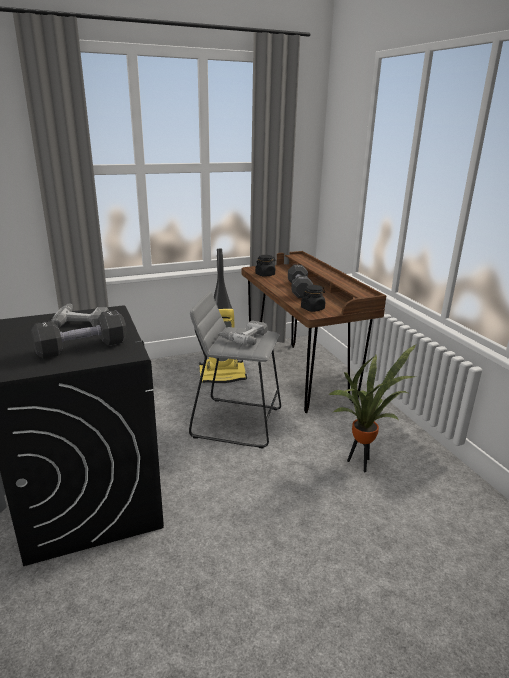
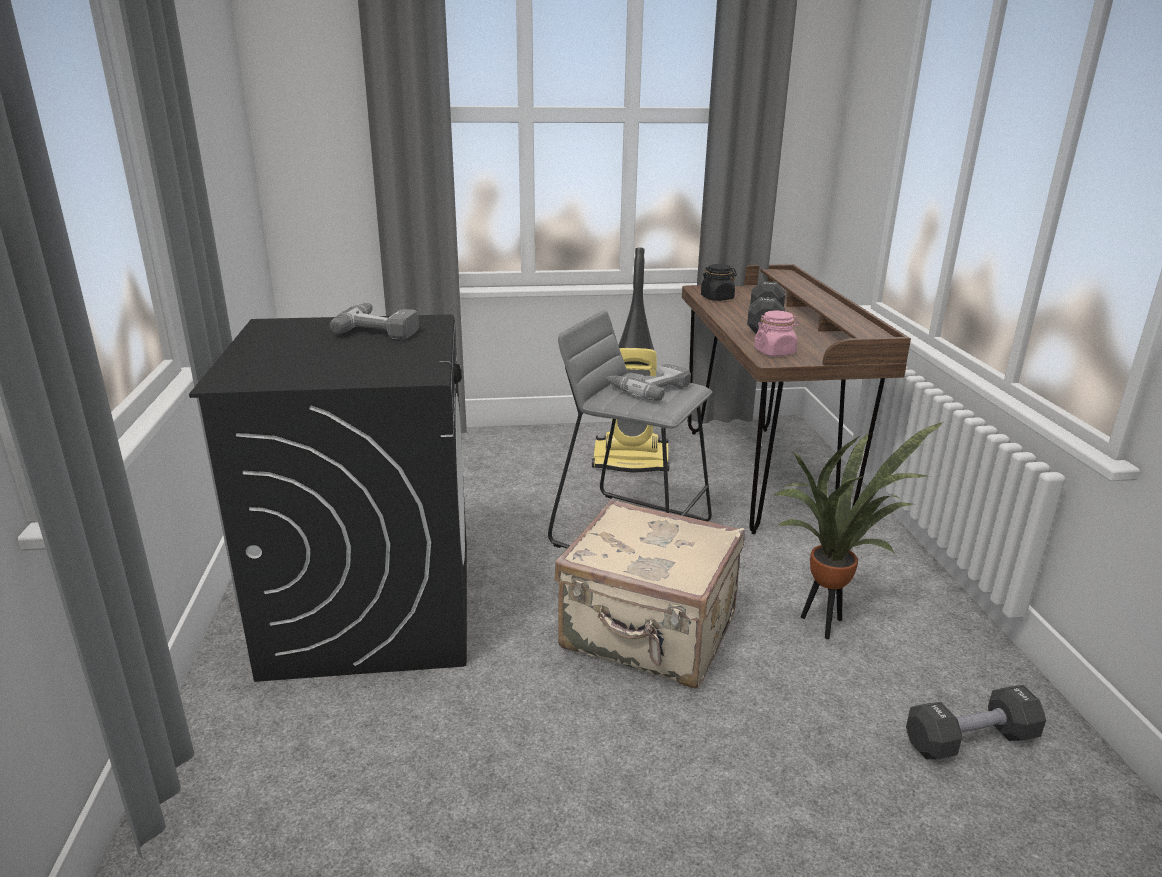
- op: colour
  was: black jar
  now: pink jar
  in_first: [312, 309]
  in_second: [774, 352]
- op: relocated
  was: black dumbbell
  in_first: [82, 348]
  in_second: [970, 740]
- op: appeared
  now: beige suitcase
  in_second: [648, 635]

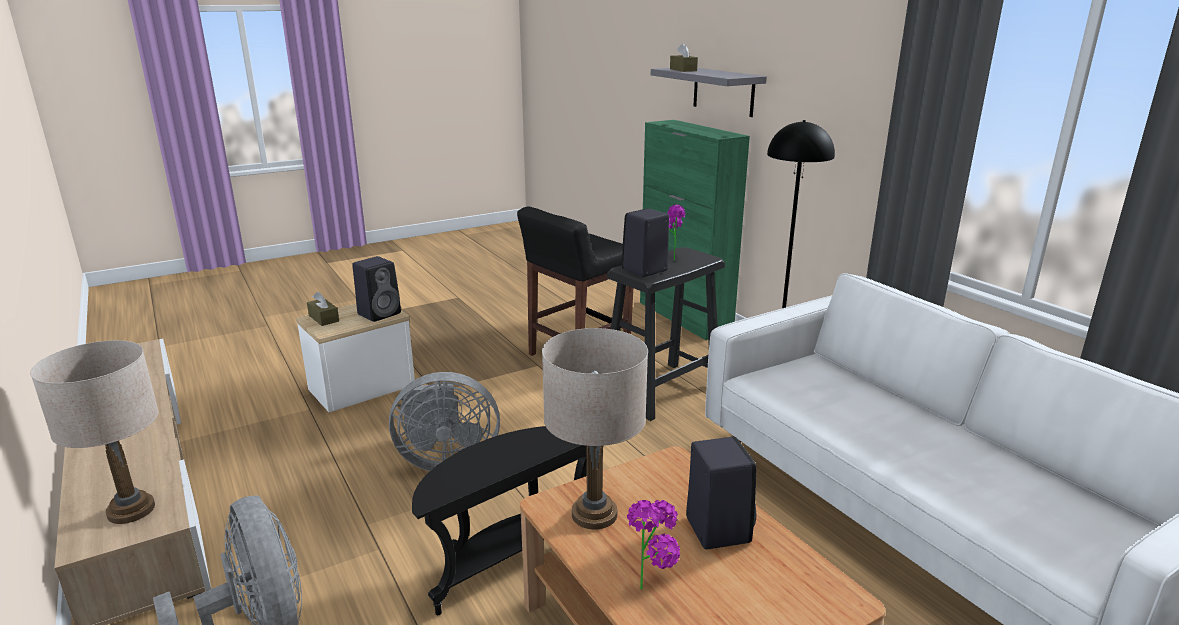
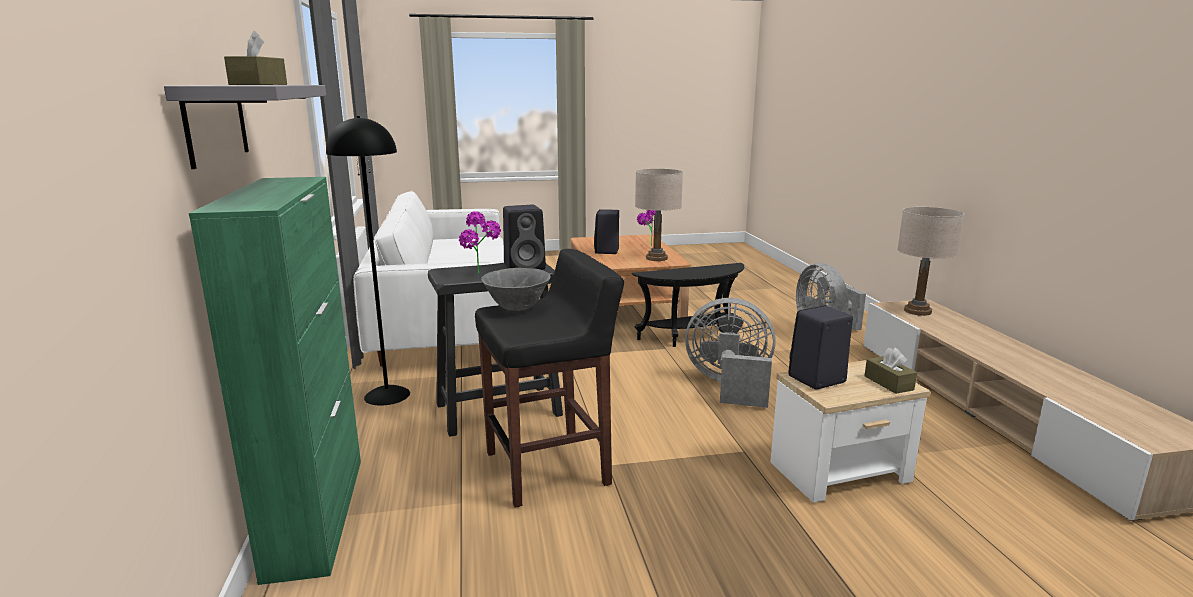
- op: appeared
  now: grey bowl
  in_second: [517, 308]

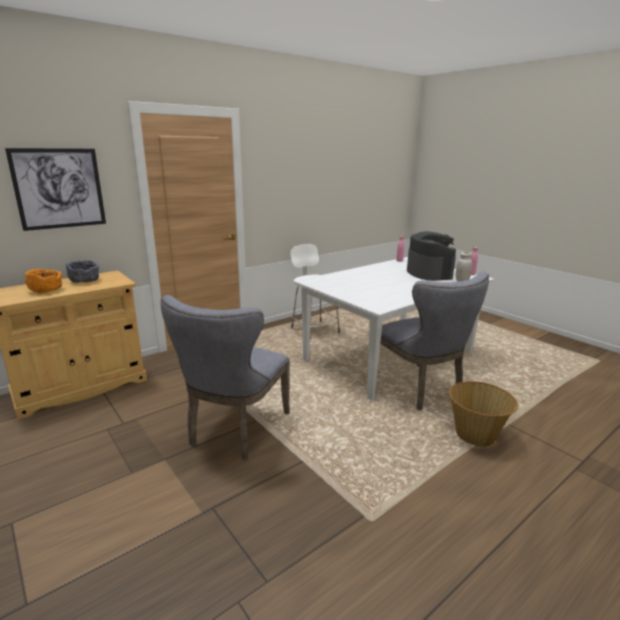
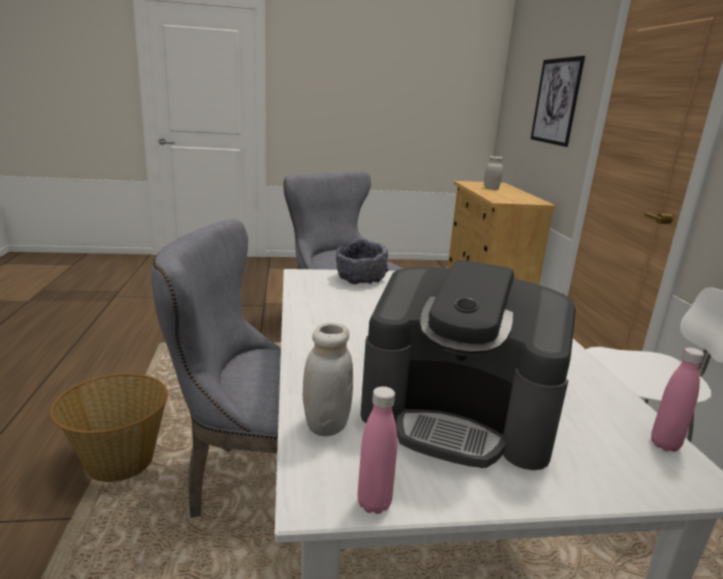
- op: relocated
  was: grey bowl
  in_first: [85, 280]
  in_second: [361, 279]
- op: exchanged
  was: orange bowl
  now: white jar
  in_first: [46, 290]
  in_second: [491, 189]

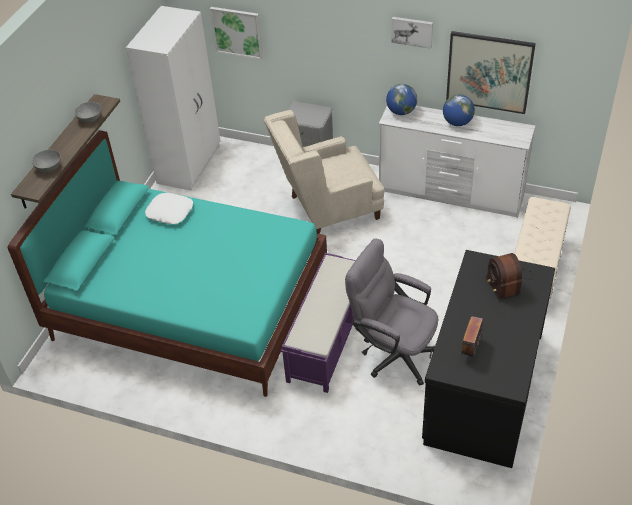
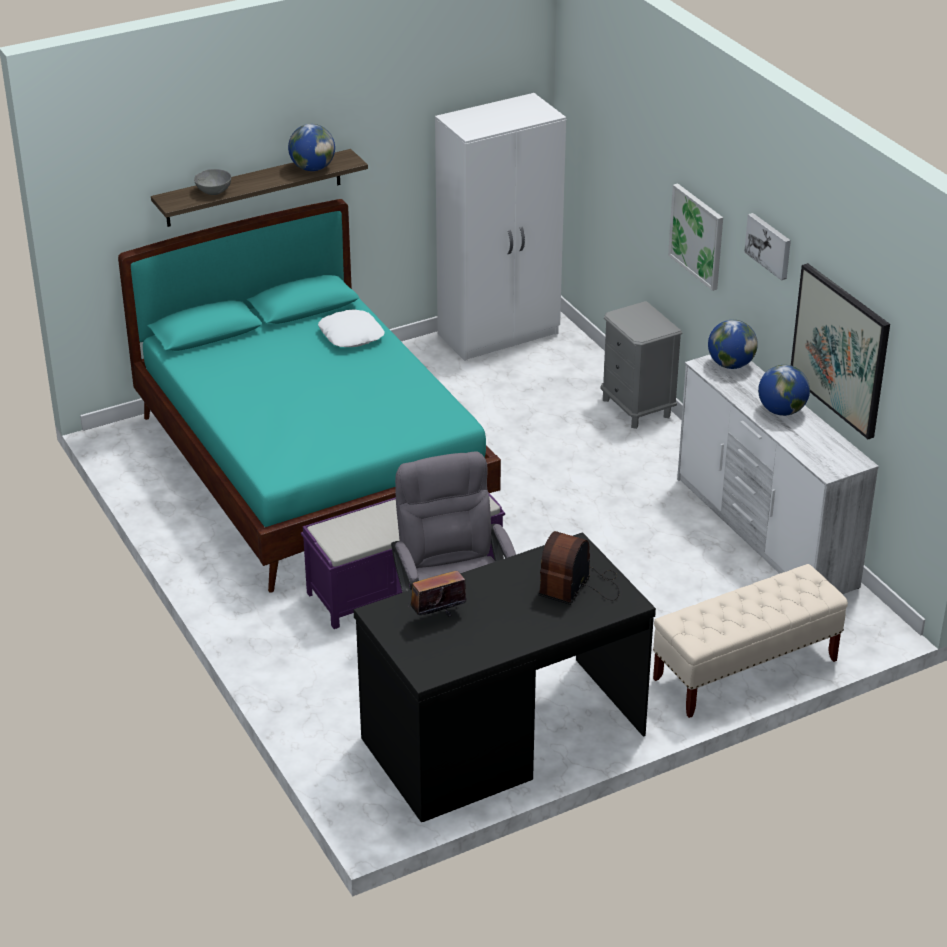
- op: relocated
  was: picture
  in_first: [237, 32]
  in_second: [697, 236]
- op: exchanged
  was: grey bowl
  now: globe
  in_first: [90, 119]
  in_second: [312, 168]
- op: missing
  was: beige armchair
  in_first: [327, 210]

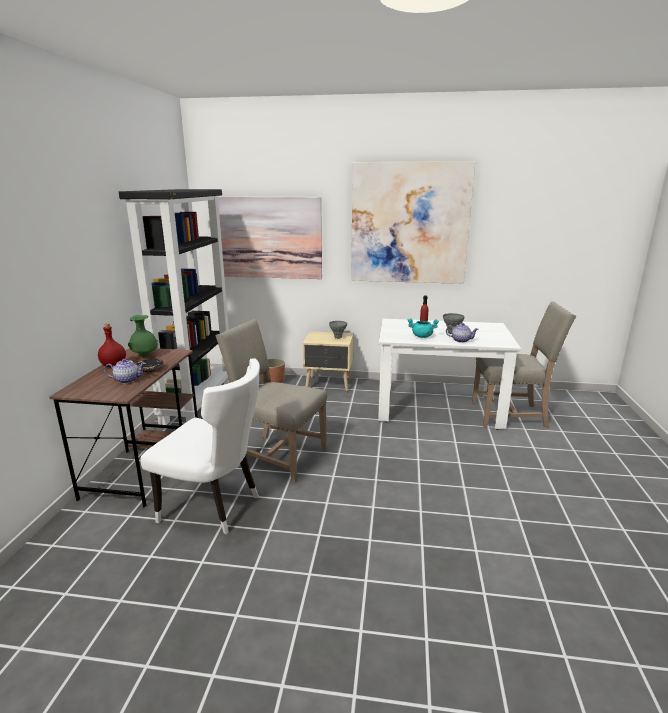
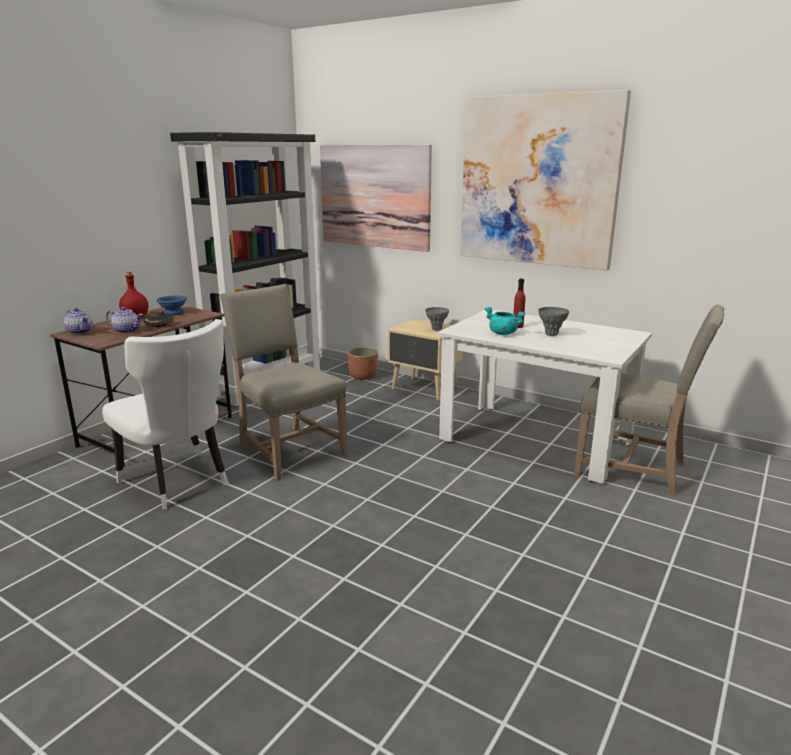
- op: exchanged
  was: green vase
  now: blue bowl
  in_first: [145, 356]
  in_second: [174, 313]
- op: relocated
  was: teapot
  in_first: [461, 340]
  in_second: [80, 332]

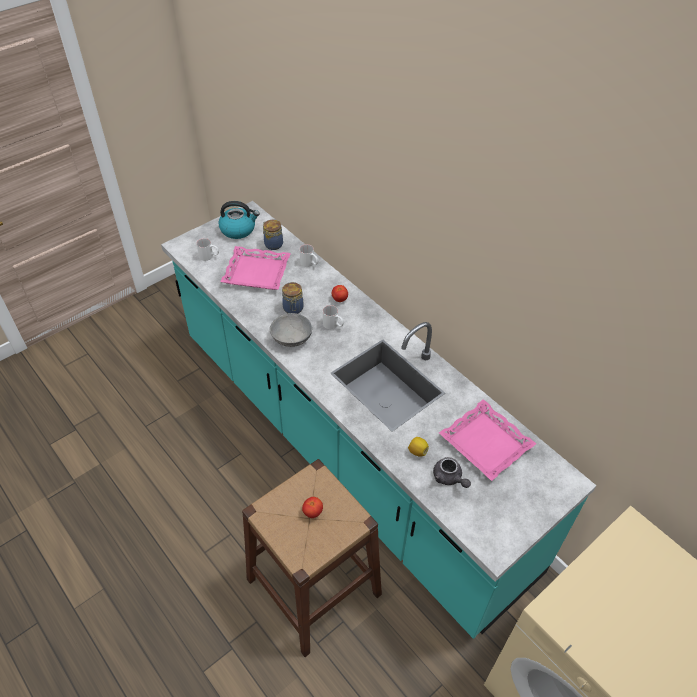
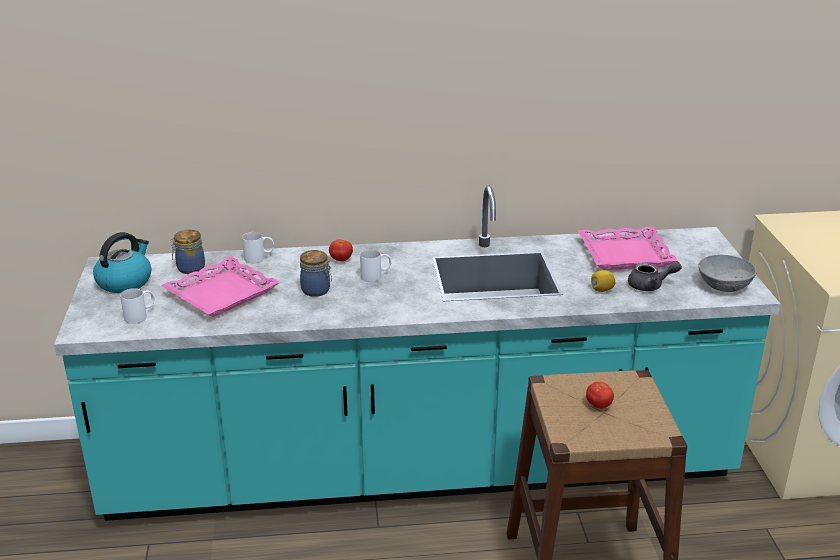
- op: relocated
  was: grey bowl
  in_first: [292, 338]
  in_second: [725, 285]

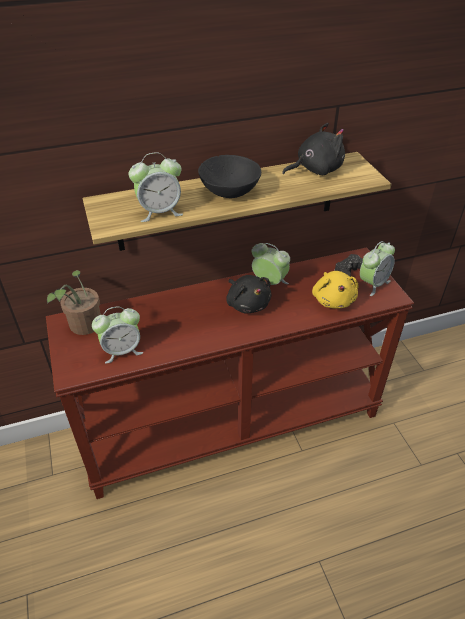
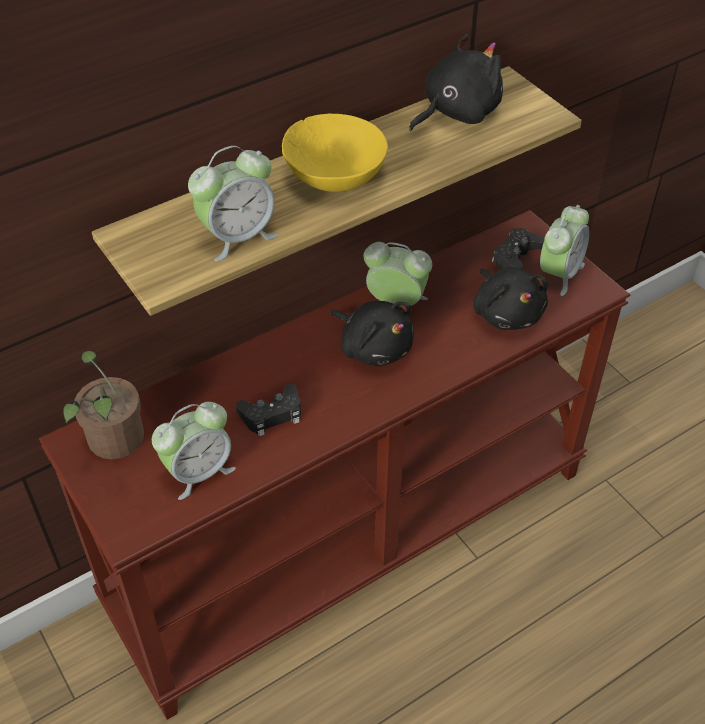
- op: colour
  was: black bowl
  now: yellow bowl
  in_first: [230, 190]
  in_second: [335, 175]
- op: colour
  was: yellow plush toy
  now: black plush toy
  in_first: [333, 299]
  in_second: [506, 313]
- op: appeared
  now: black game controller
  in_second: [272, 414]

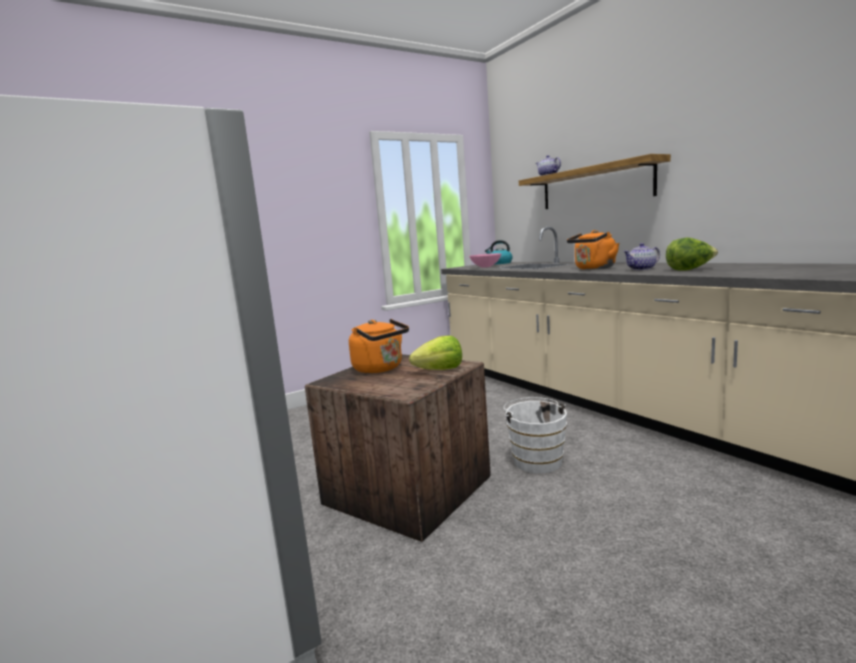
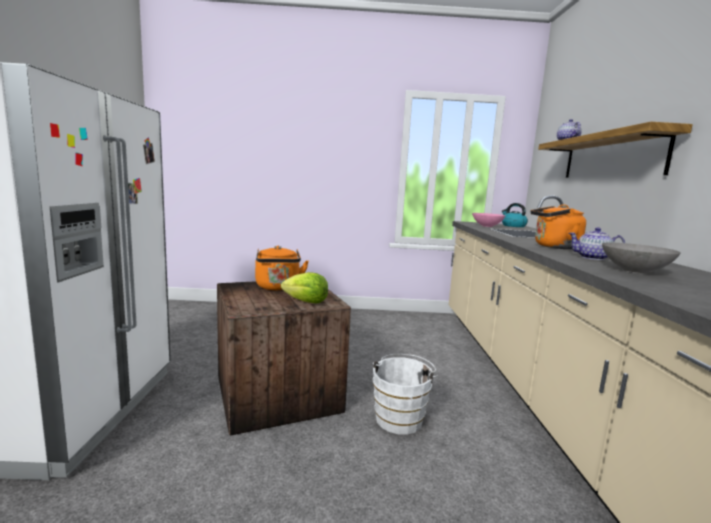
- op: exchanged
  was: lettuce
  now: grey bowl
  in_first: [689, 270]
  in_second: [634, 271]

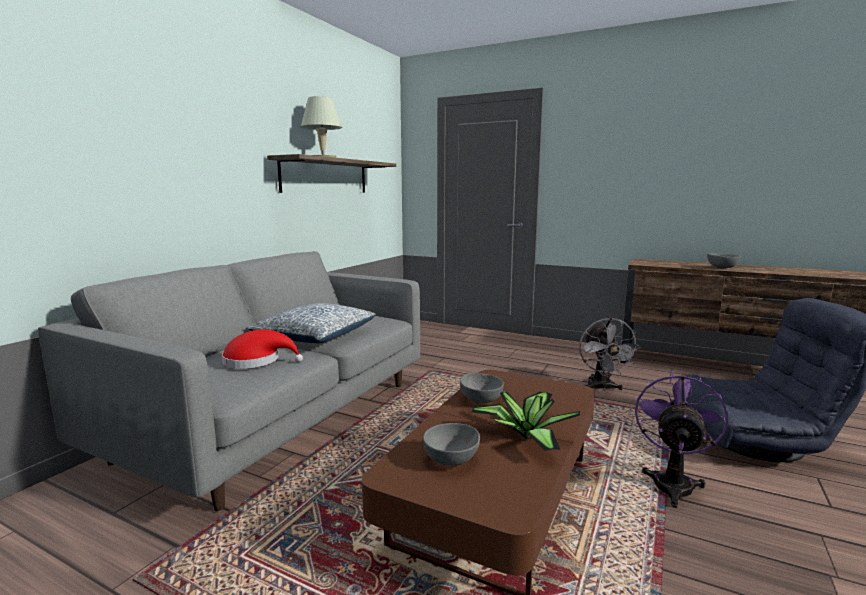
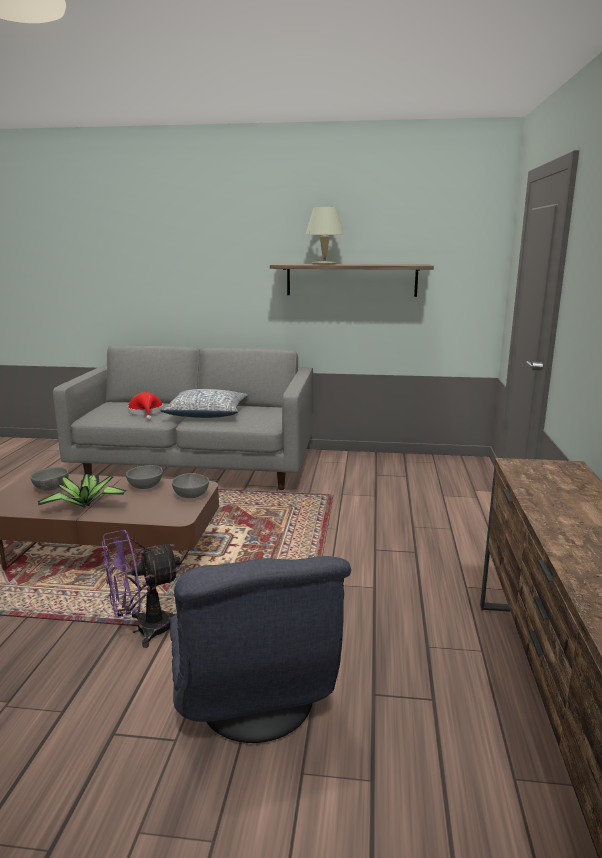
- op: relocated
  was: grey bowl
  in_first: [720, 268]
  in_second: [192, 495]
- op: missing
  was: grey fan
  in_first: [602, 388]
- op: spun
  was: purple fan
  in_first: [672, 482]
  in_second: [144, 630]
  clockwise: 150

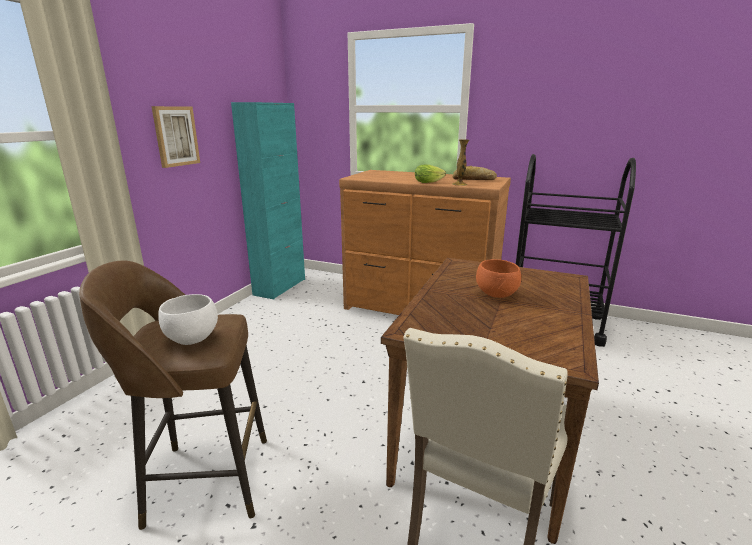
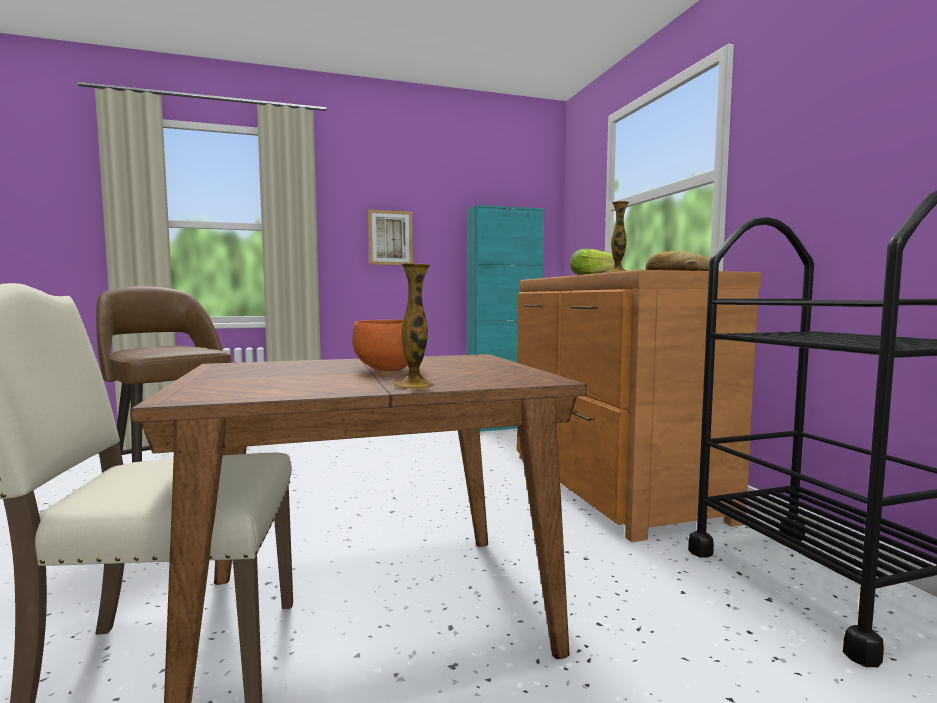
- op: missing
  was: white bowl
  in_first: [191, 339]
- op: appeared
  now: vase
  in_second: [413, 385]

